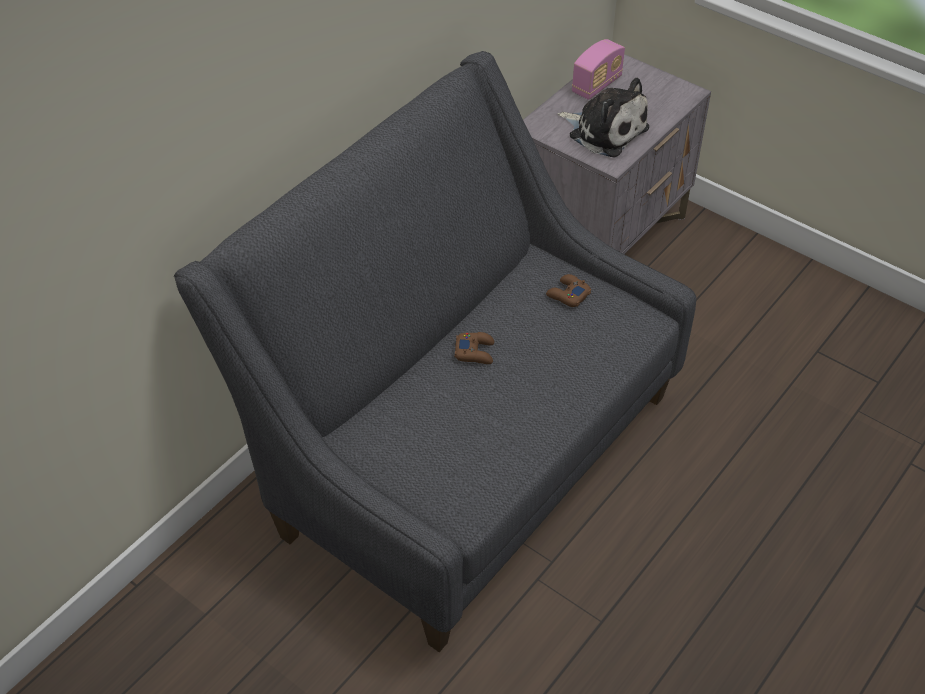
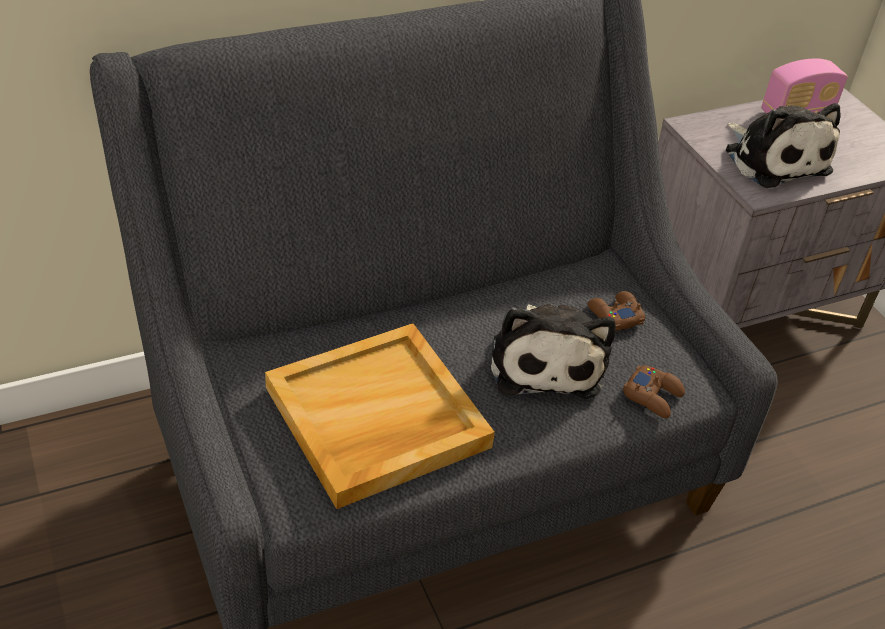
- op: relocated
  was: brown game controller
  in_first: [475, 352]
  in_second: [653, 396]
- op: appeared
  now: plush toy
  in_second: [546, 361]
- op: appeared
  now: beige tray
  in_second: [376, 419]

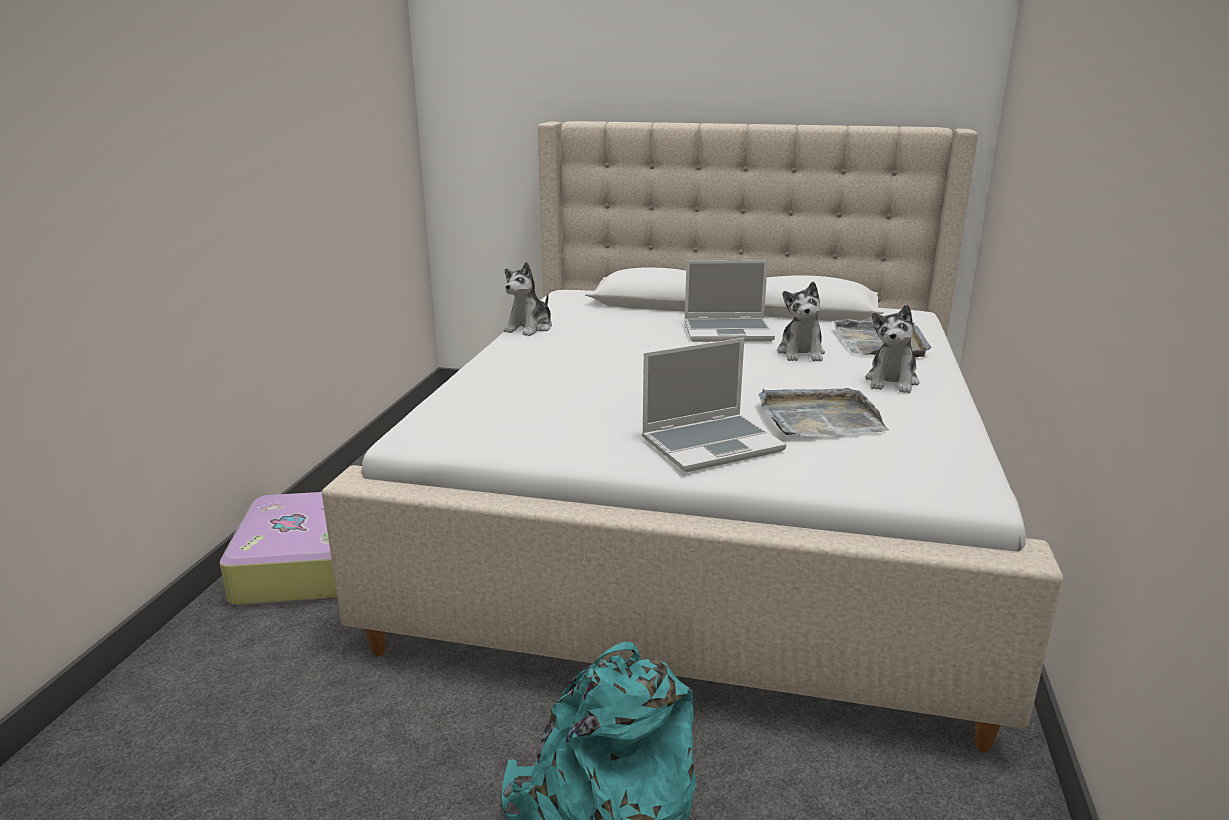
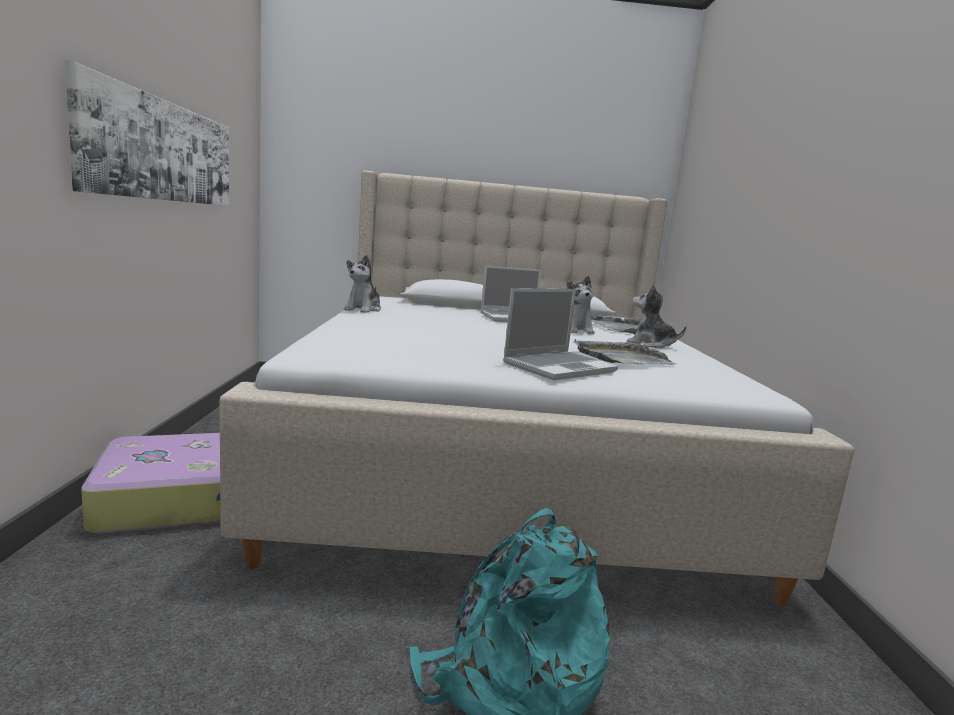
- op: spun
  was: plush toy
  in_first: [892, 382]
  in_second: [651, 344]
  clockwise: 120
- op: appeared
  now: picture
  in_second: [163, 151]

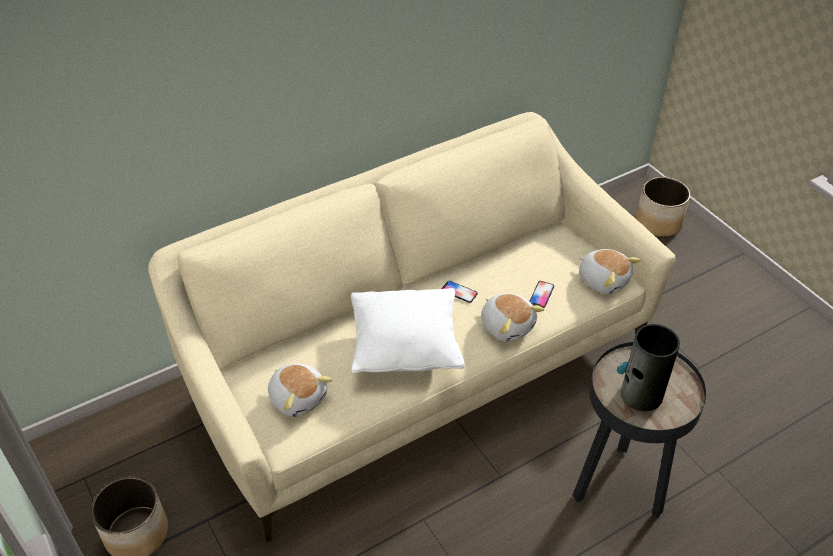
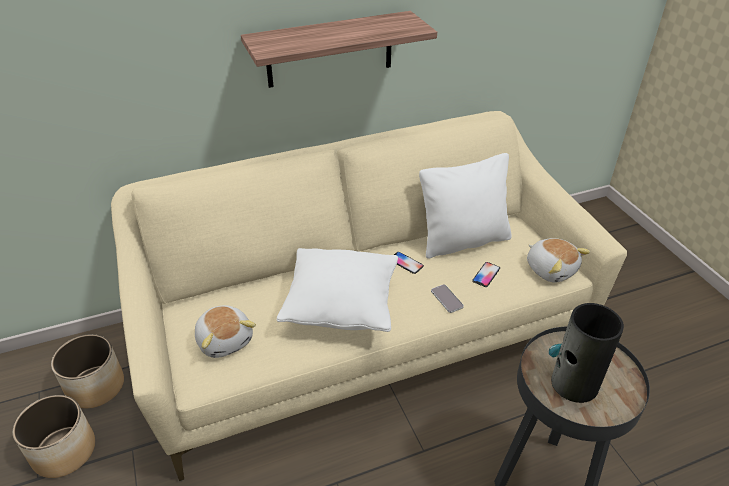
- op: relocated
  was: planter
  in_first: [658, 222]
  in_second: [96, 386]
- op: exchanged
  was: plush toy
  now: phone
  in_first: [507, 325]
  in_second: [446, 299]
- op: appeared
  now: shelf
  in_second: [330, 50]
- op: appeared
  now: white pillow
  in_second: [463, 241]

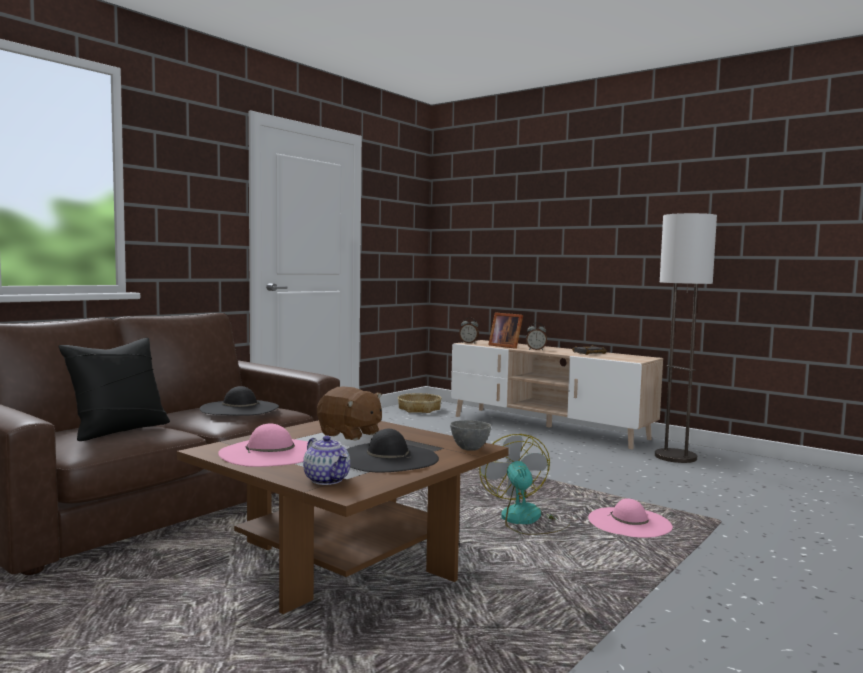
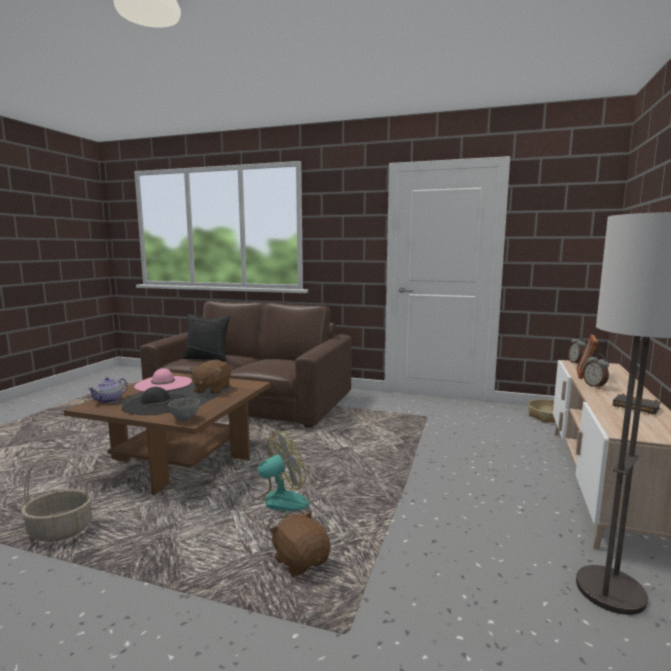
- op: missing
  was: black hat
  in_first: [239, 408]
- op: exchanged
  was: pink hat
  now: brown plush toy
  in_first: [629, 522]
  in_second: [301, 561]
- op: appeared
  now: basket
  in_second: [61, 530]

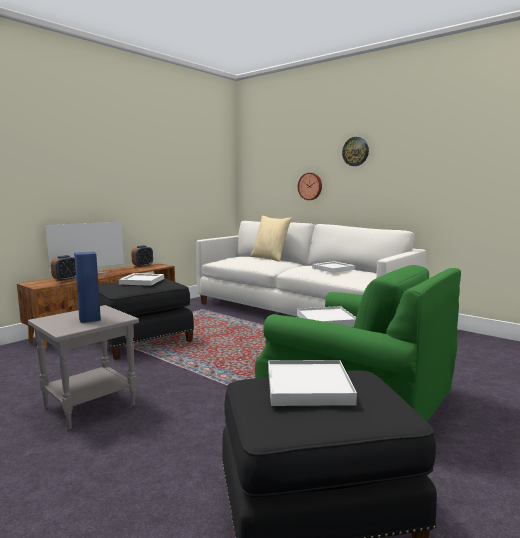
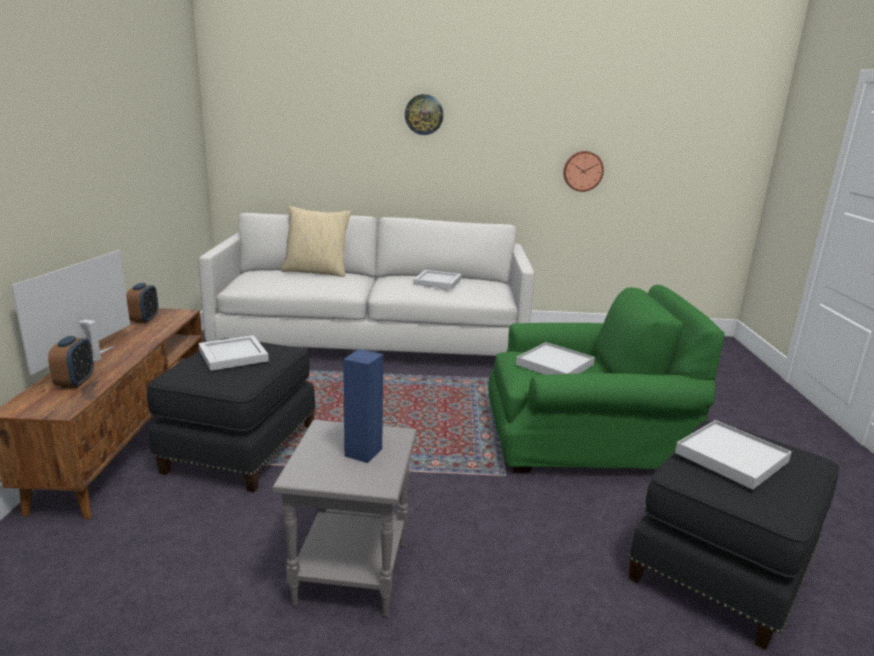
- op: relocated
  was: wall clock
  in_first: [310, 186]
  in_second: [582, 171]

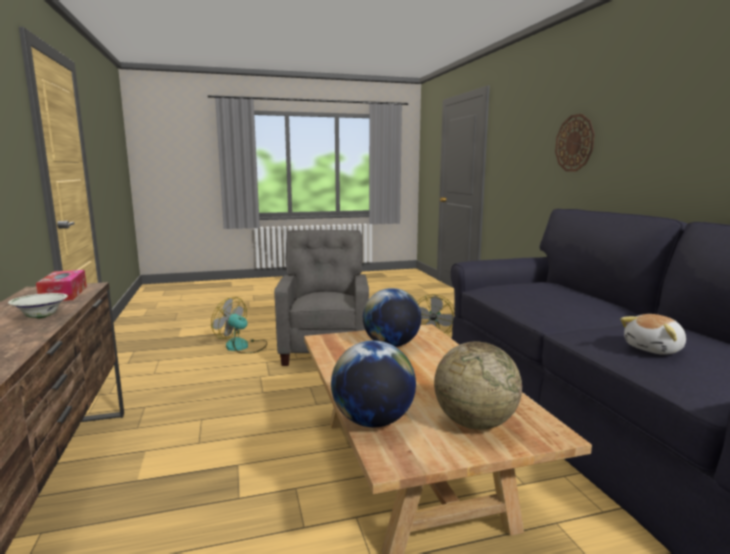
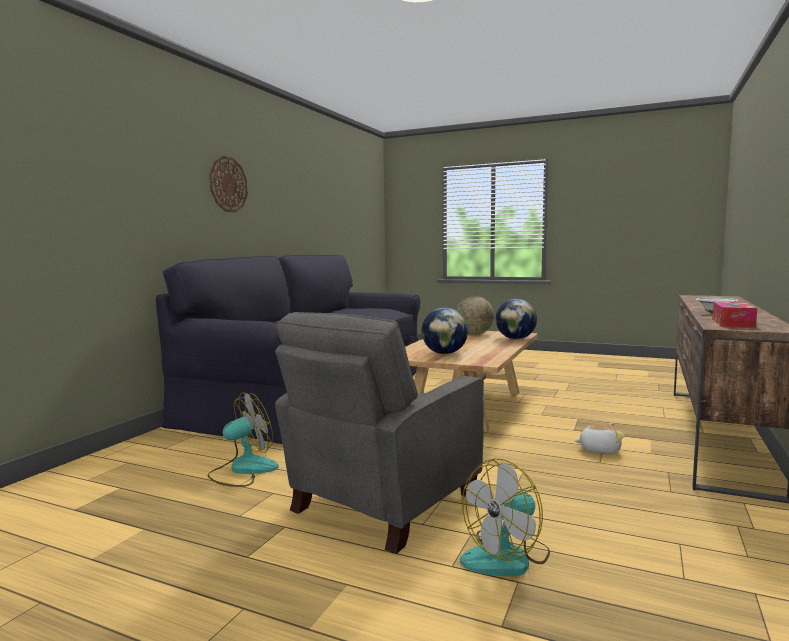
- op: relocated
  was: wall clock
  in_first: [574, 143]
  in_second: [228, 184]
- op: spun
  was: fan
  in_first: [242, 347]
  in_second: [507, 557]
  clockwise: 75
- op: relocated
  was: plush toy
  in_first: [655, 349]
  in_second: [599, 449]

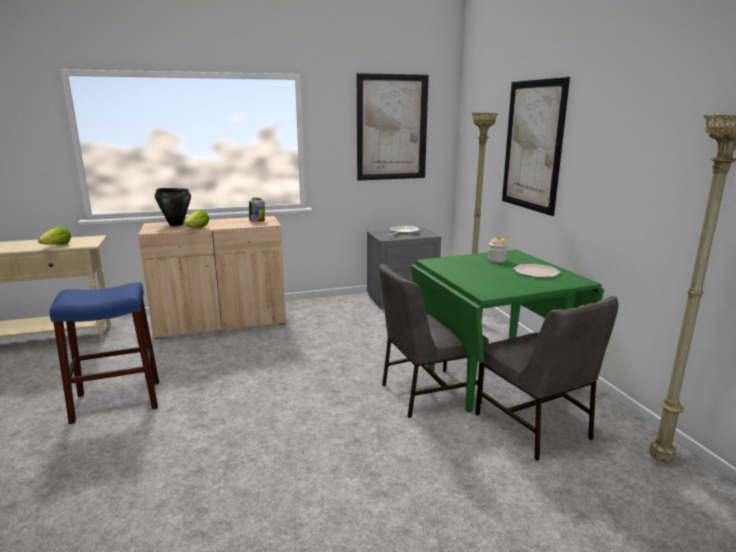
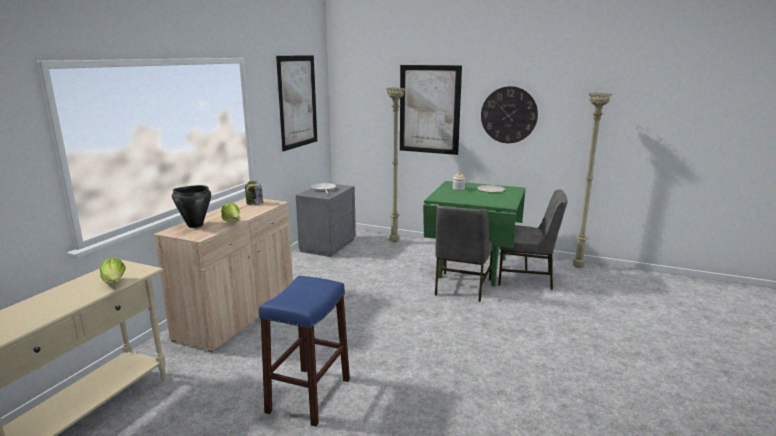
- op: appeared
  now: wall clock
  in_second: [508, 115]

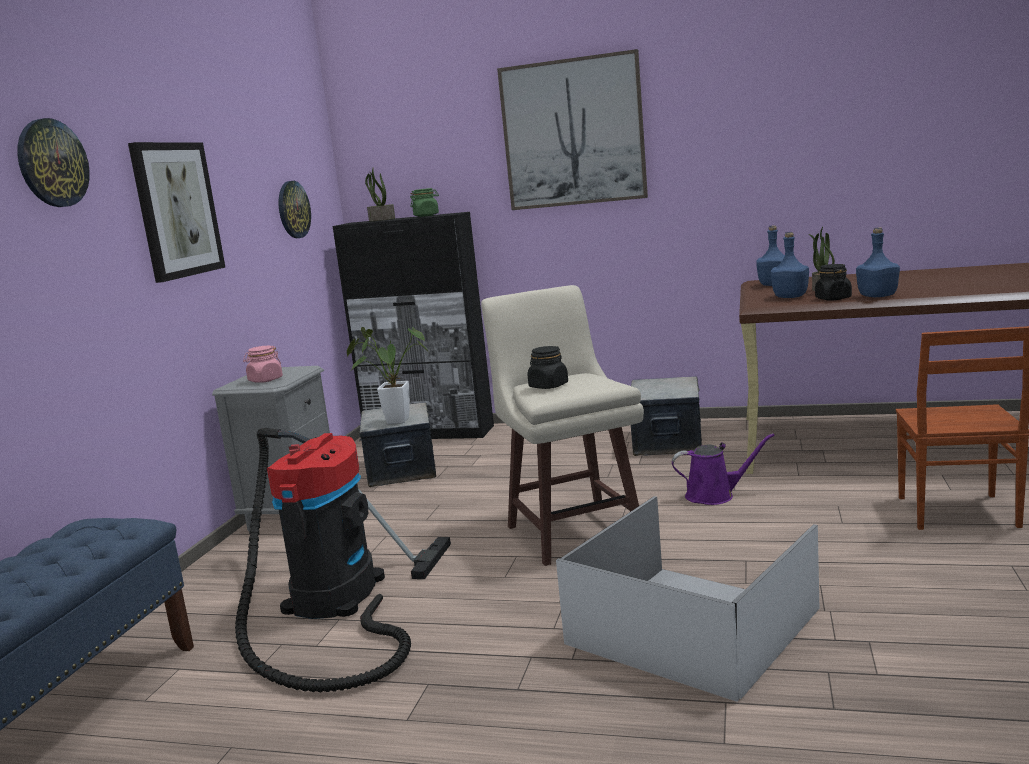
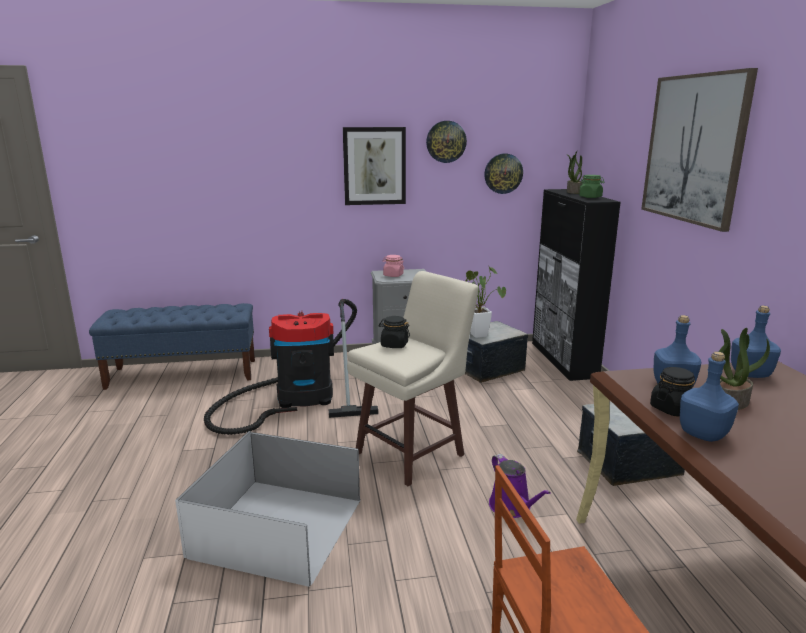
- op: relocated
  was: wall clock
  in_first: [52, 163]
  in_second: [446, 141]

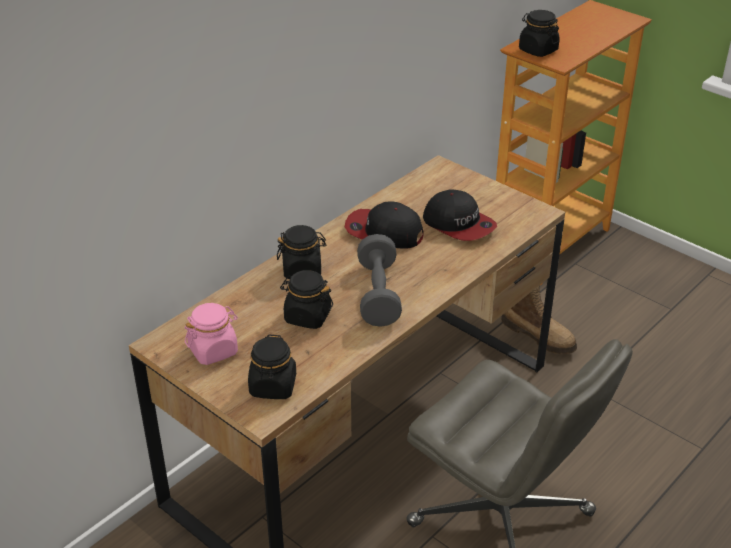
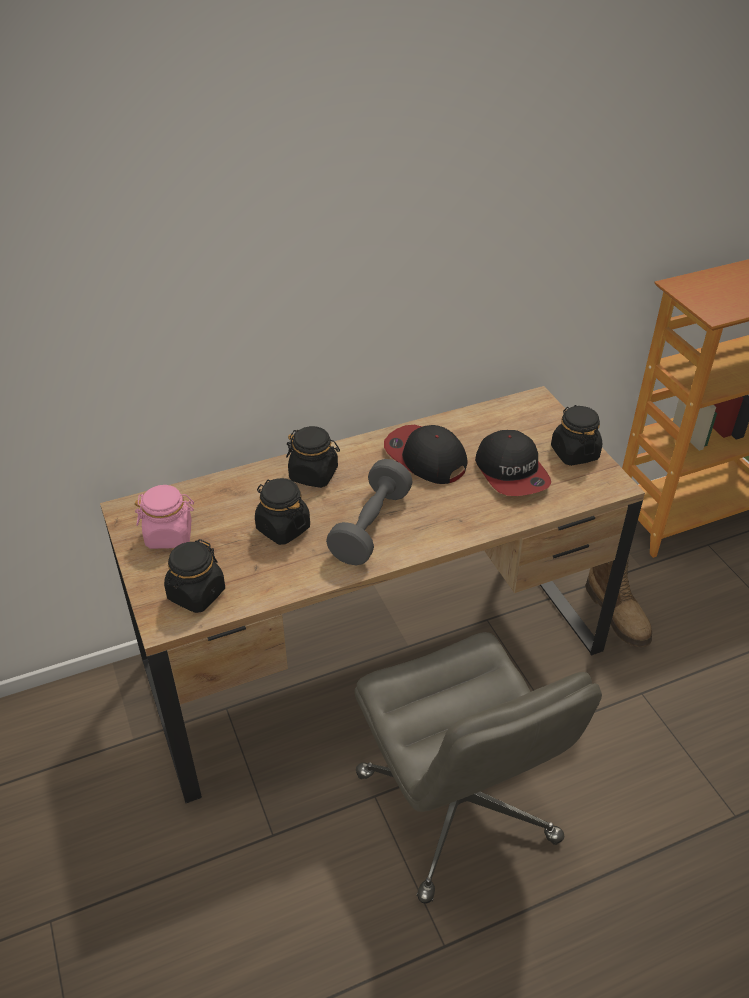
- op: relocated
  was: black jar
  in_first: [537, 50]
  in_second: [574, 453]

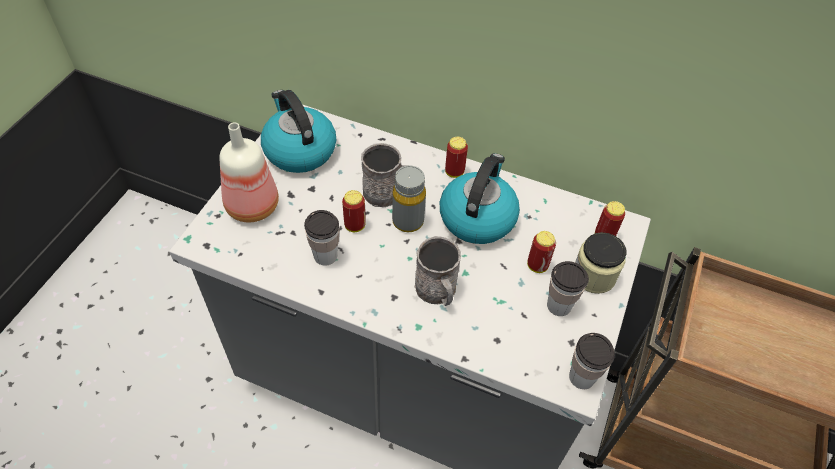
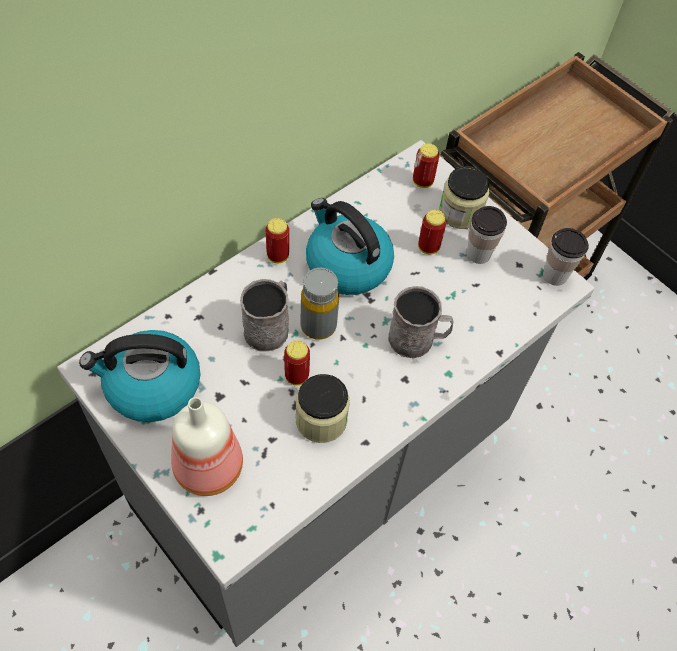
- op: exchanged
  was: cup
  now: jar
  in_first: [325, 255]
  in_second: [321, 420]

